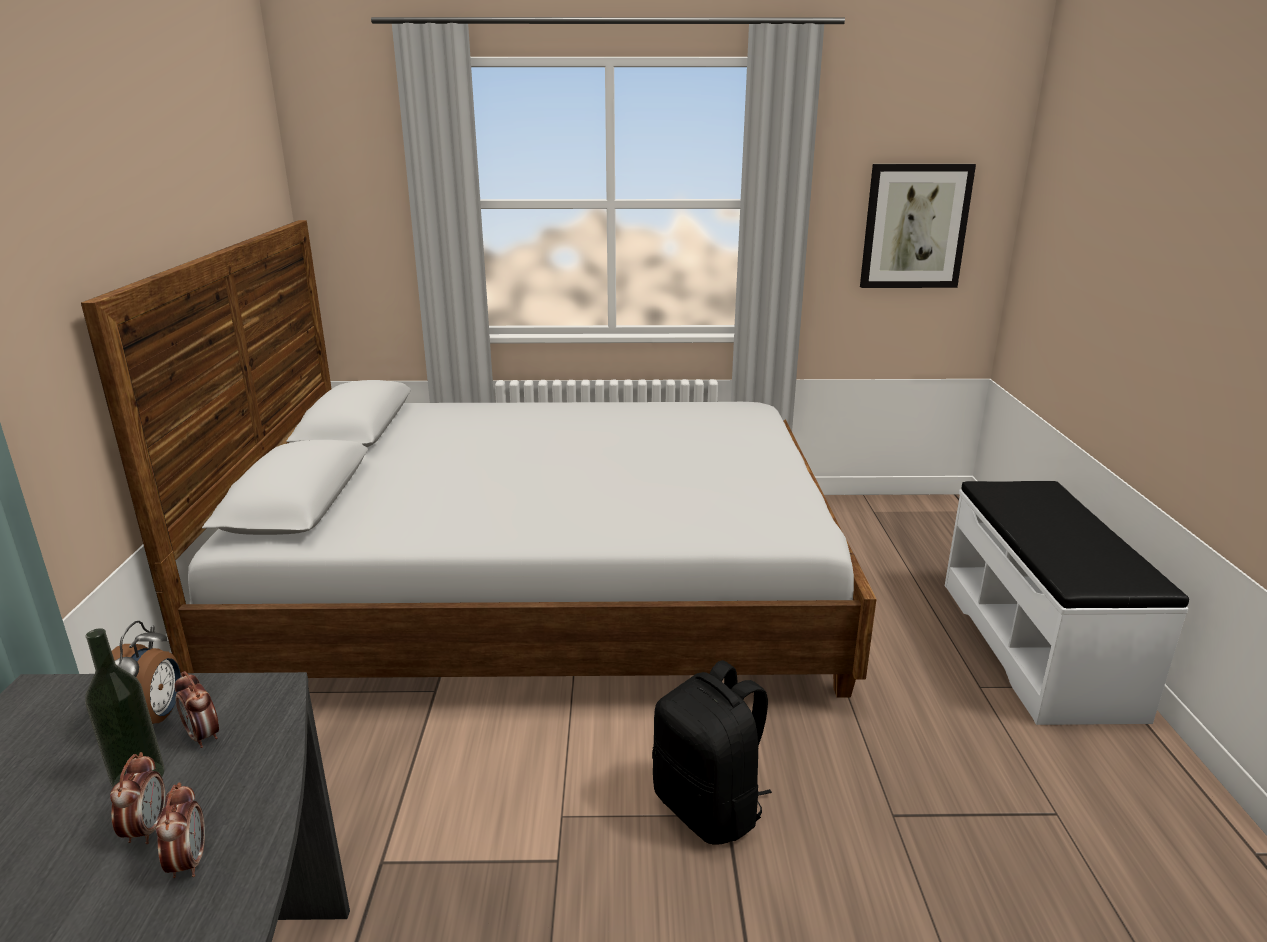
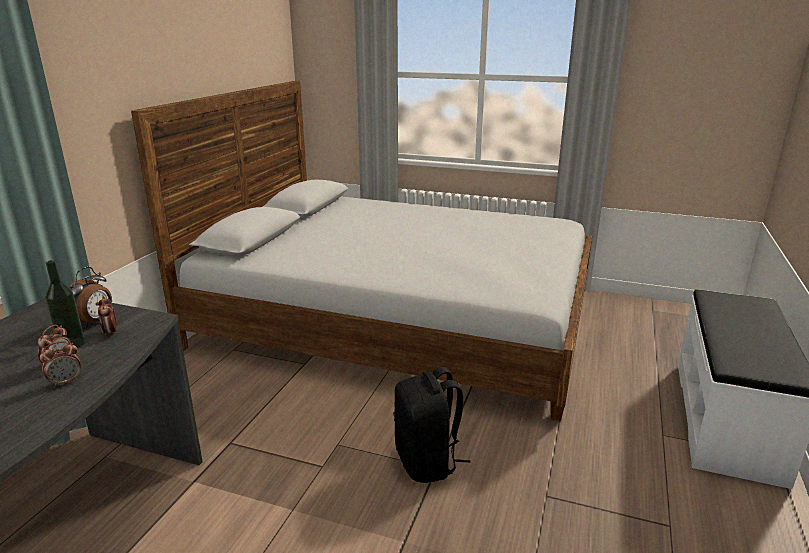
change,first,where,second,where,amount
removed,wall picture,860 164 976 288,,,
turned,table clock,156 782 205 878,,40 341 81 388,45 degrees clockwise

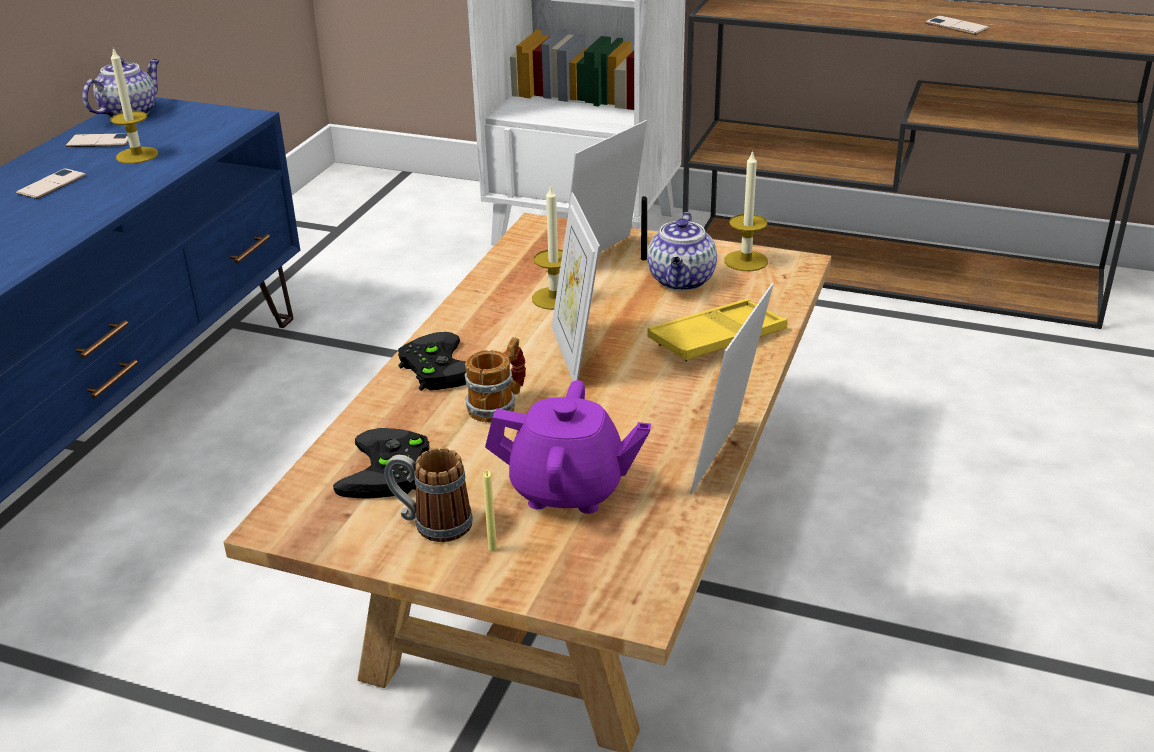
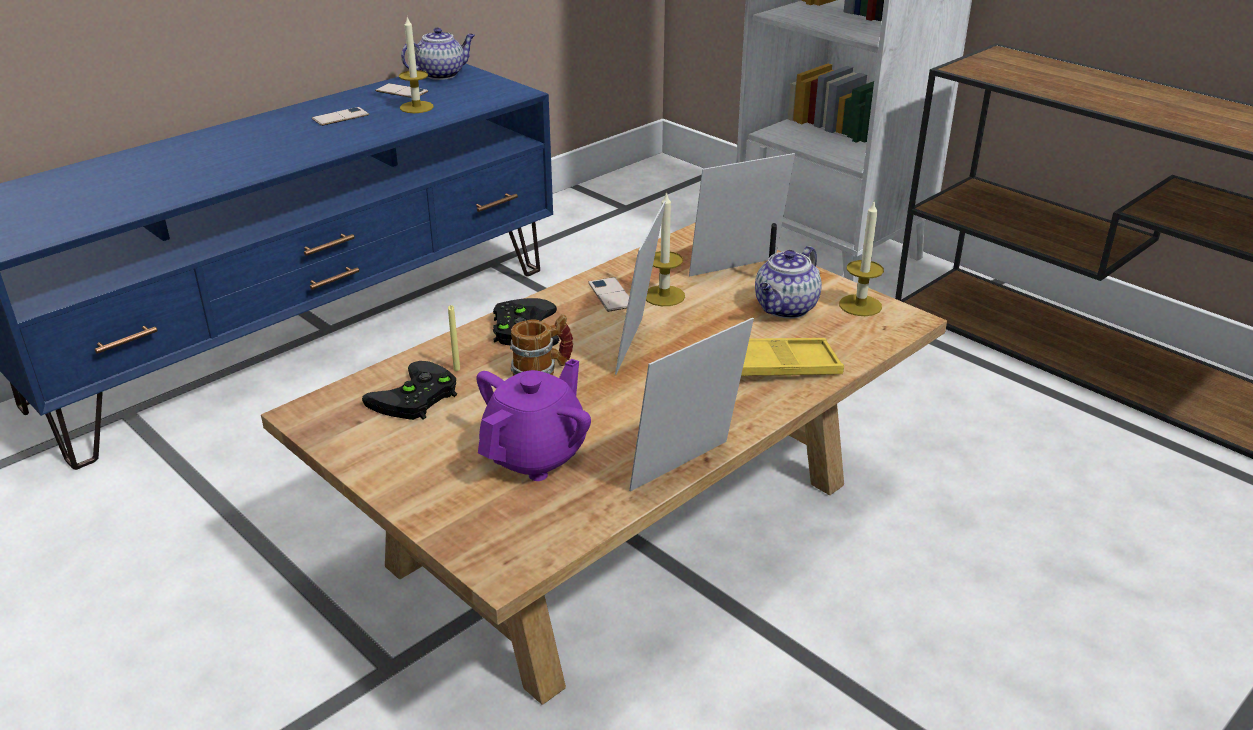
change,first,where,second,where,amount
moved,handset,925 15 989 35,,588 277 629 312,
turned,purplish teapot,485 380 651 514,,476 359 591 481,90 degrees counterclockwise
removed,mug,384 448 473 542,,,
moved,yellowish candle,483 470 497 552,,448 305 460 371,

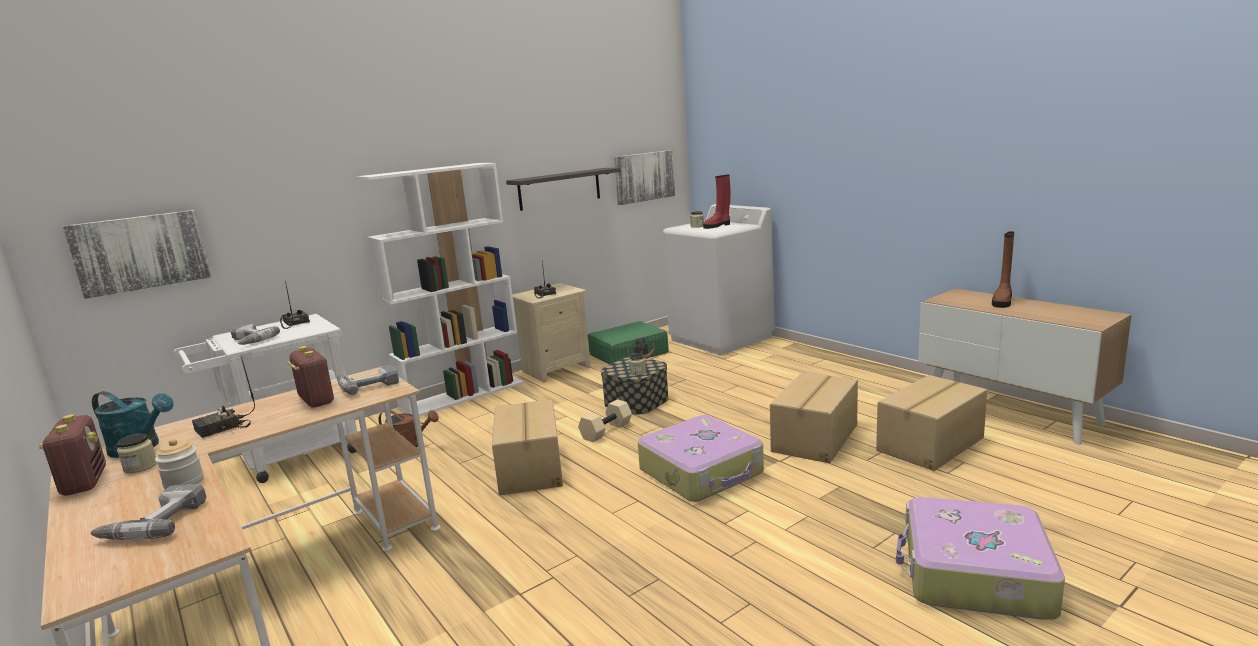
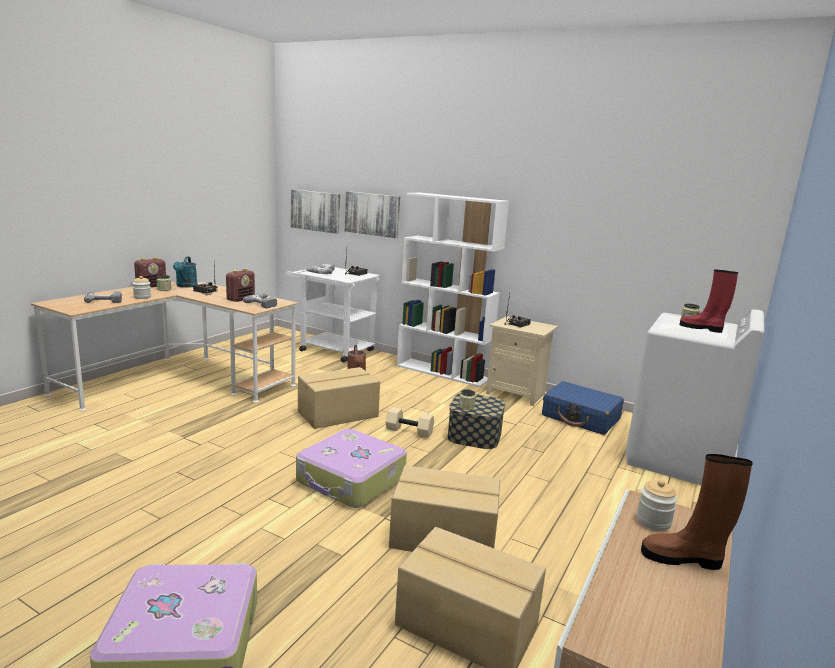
change,first,where,second,where,amount
moved,wall picture,614 150 675 205,,345 191 400 238,
removed,wall shelf,506 168 621 211,,,
recoloured,greenish suitcase,588 321 668 365,bluish suitcase,542 381 624 435,
added,,,preserve jar,636 480 678 531,

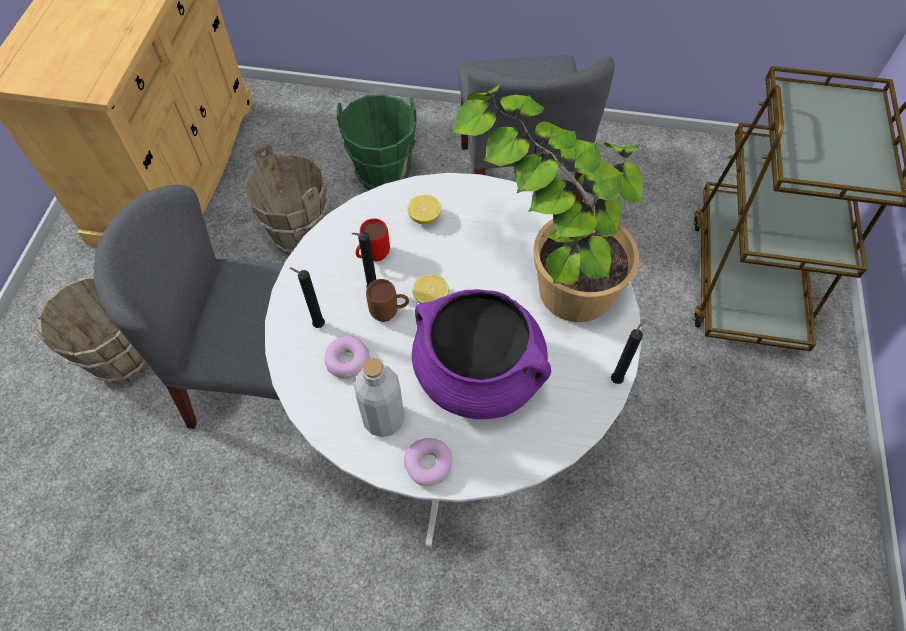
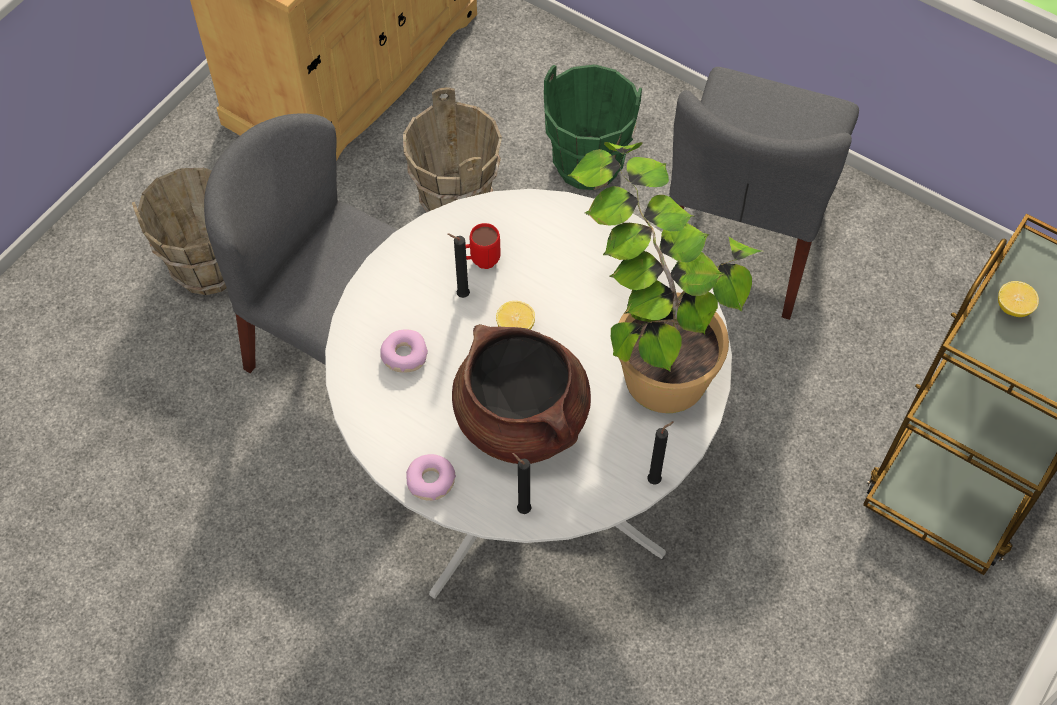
change,first,where,second,where,amount
moved,citrus fruit,407 194 441 224,,998 281 1039 317,
moved,black candle,290 268 325 328,,512 453 532 514,
removed,brown-coloured mug,366 279 409 322,,,
recoloured,purplish saucepot,412 289 551 419,brown-coloured saucepot,452 324 591 464,
removed,gray bottle,354 358 405 437,,,

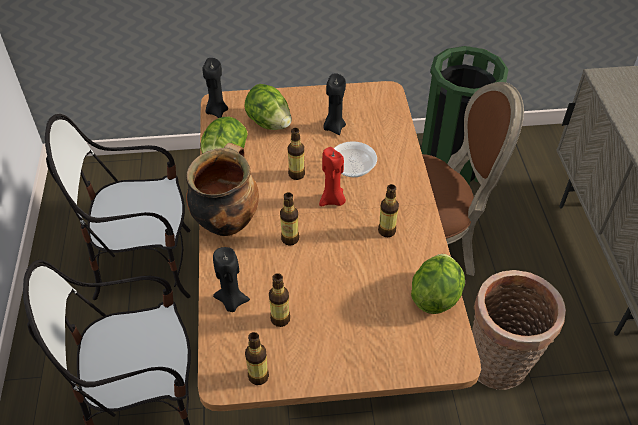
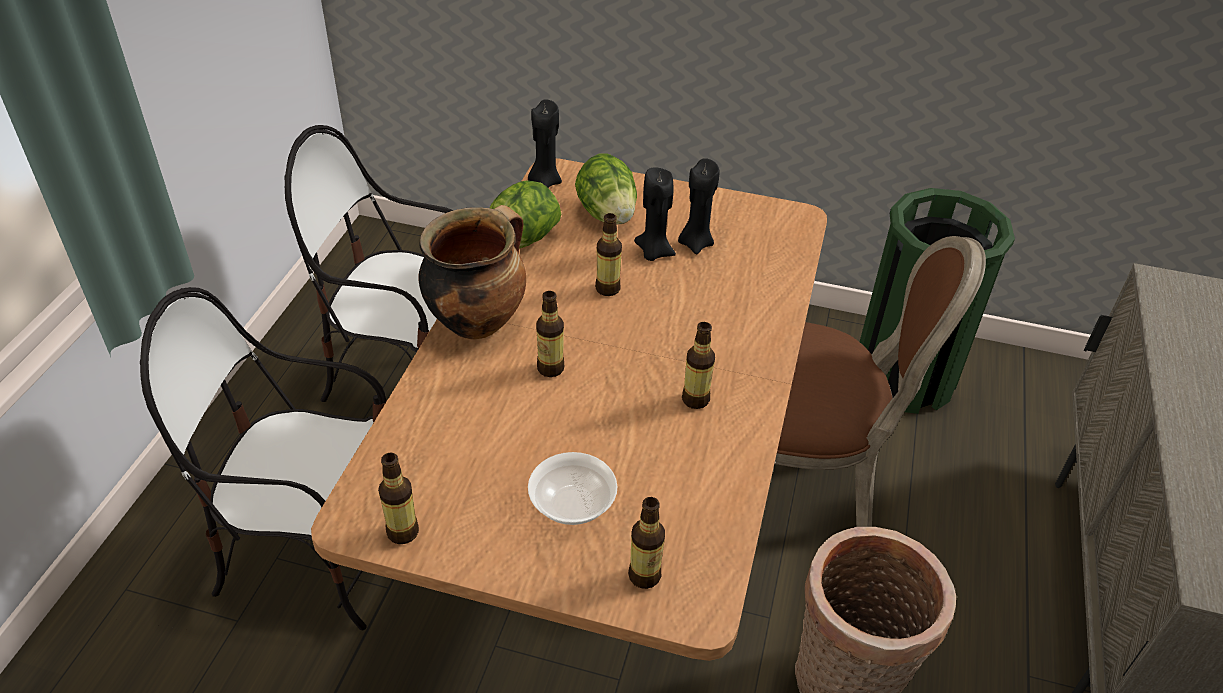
change,first,where,second,where,amount
moved,deep dish,334 141 377 177,,528 452 617 525,
removed,red candle,319 147 346 206,,,
moved,black candle,213 247 250 312,,634 167 676 261,
removed,head of lettuce,411 254 465 314,,,
moved,bottle,269 273 290 327,,628 497 665 589,

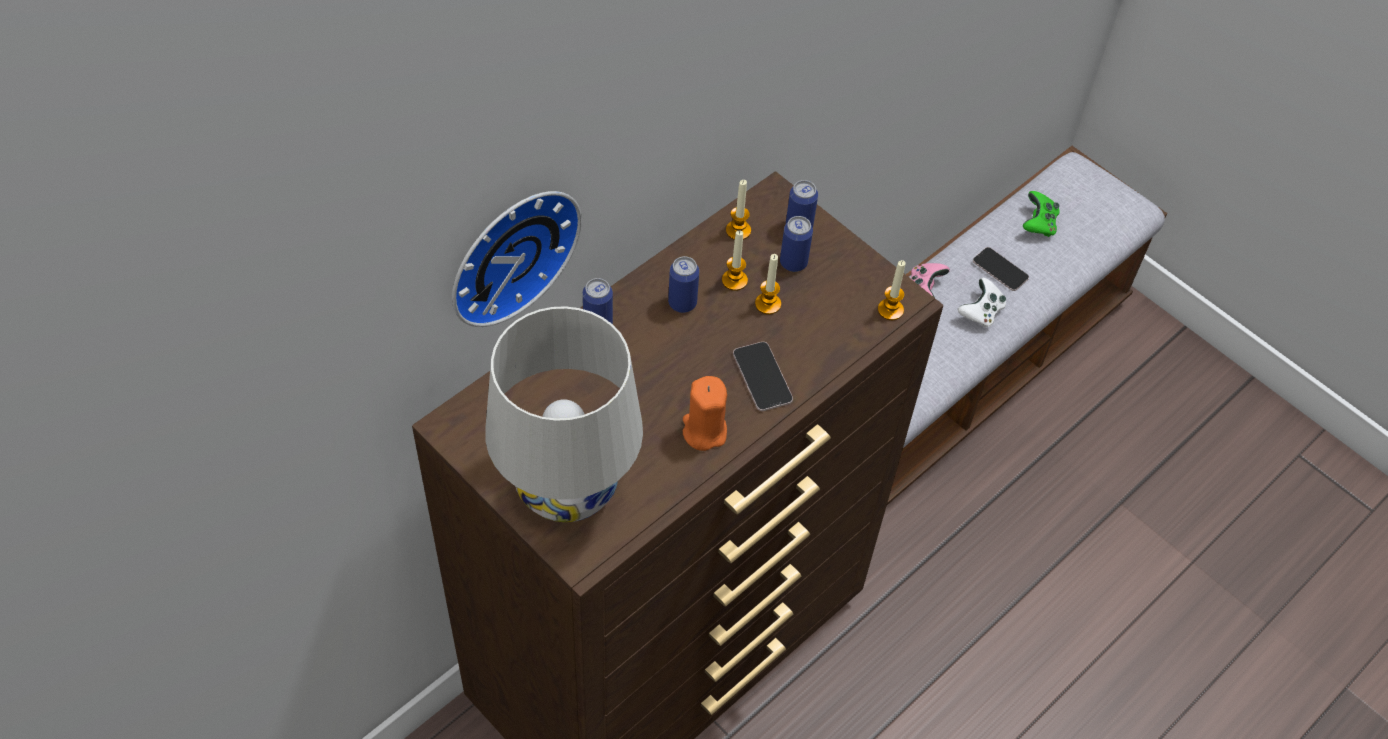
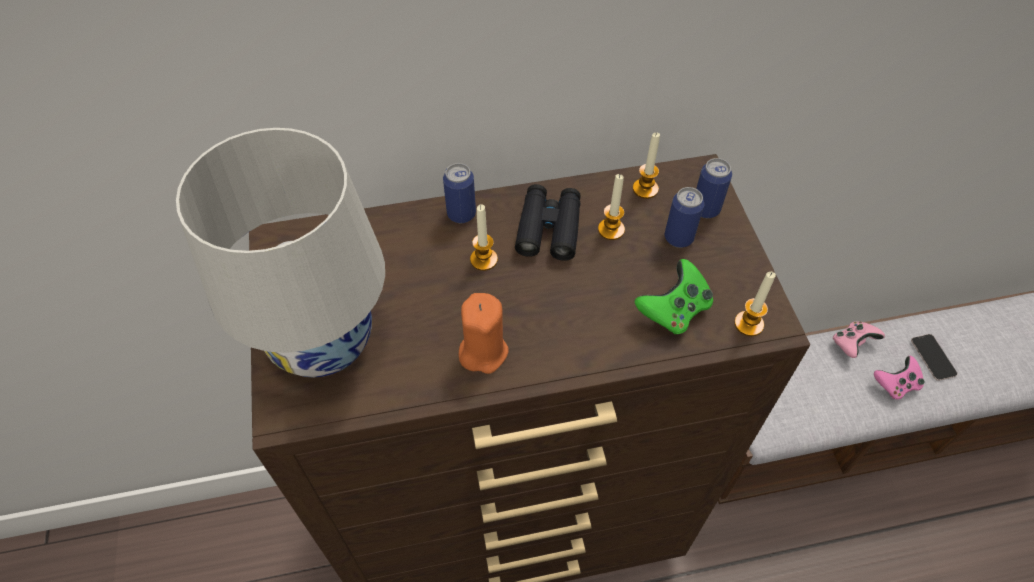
change,first,where,second,where,amount
removed,clock on the wall,452 191 582 327,,,
moved,greenish game controller,1023 191 1060 237,,635 259 713 334,
moved,candle,755 254 781 315,,470 204 498 271,
replaced,can,668 256 699 313,black field glasses,515 184 581 261,
recoloured,white game controller,958 277 1006 328,pink game controller,874 356 925 399,
removed,handset,733 342 793 411,,,

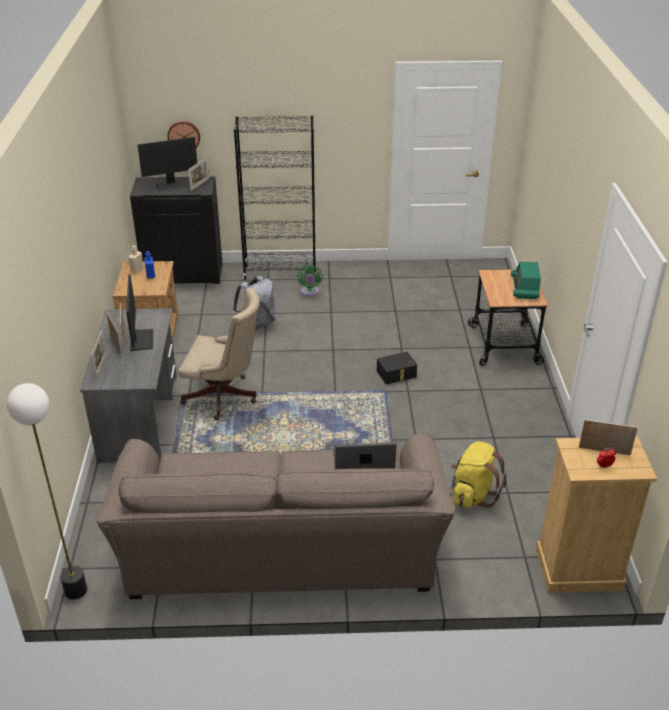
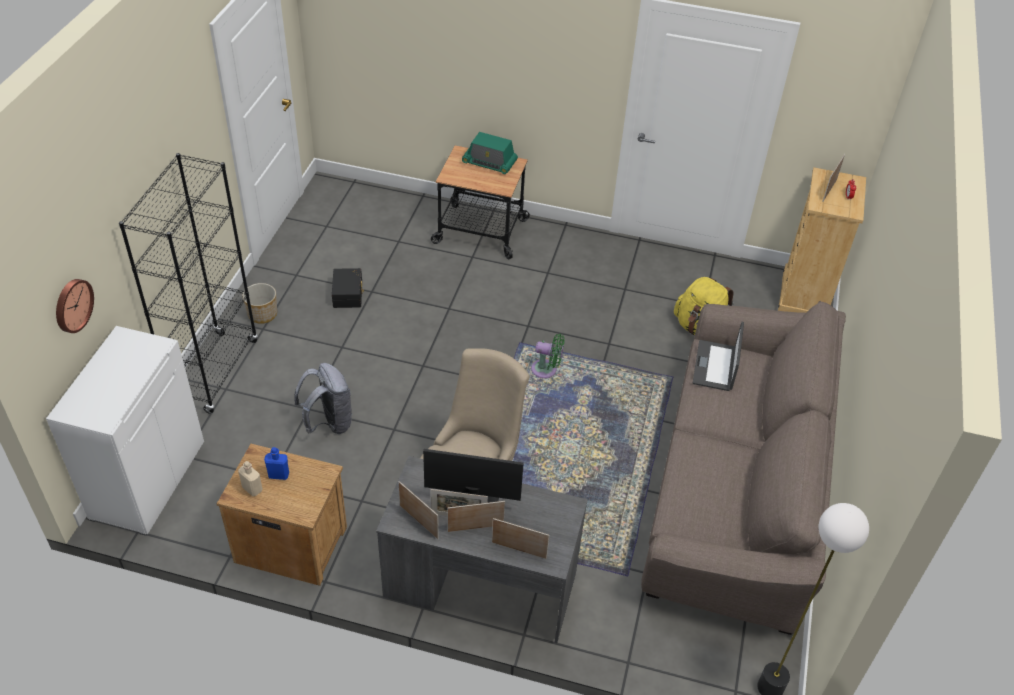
change,first,where,second,where,amount
removed,computer display,137 137 197 192,,,
moved,photo frame,188 157 209 191,,399 481 439 539,
recoloured,black cabinet,130 176 223 284,white cabinet,46 326 204 536,
moved,greenish electric fan,297 265 323 296,,531 334 565 378,
moved,black storage container,377 352 417 384,,332 268 364 308,
added,,,plant pot,242 283 277 324,

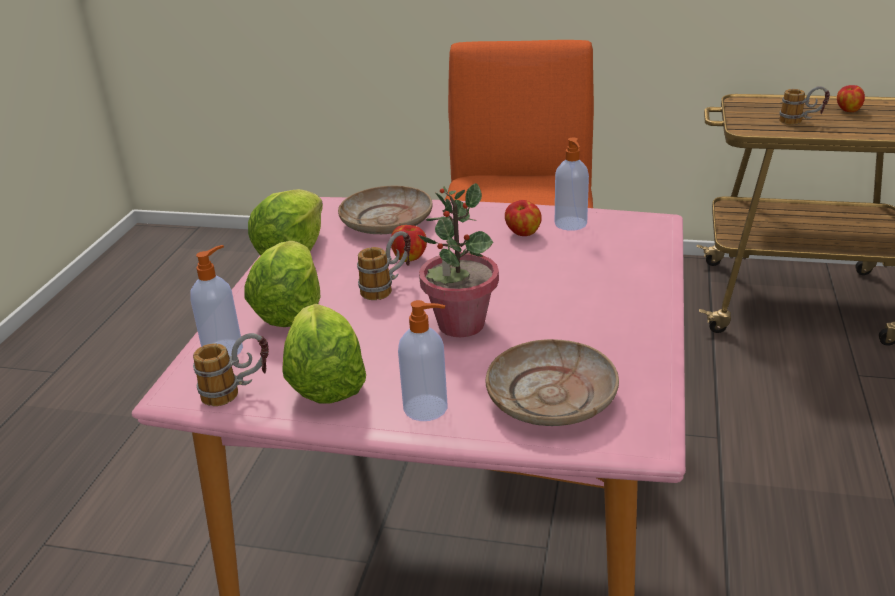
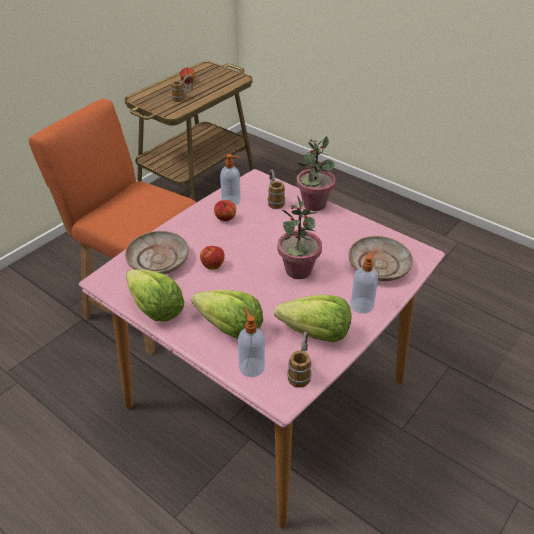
change,first,where,second,where,amount
moved,mug,357 231 411 300,,268 169 285 209,
added,,,houseplant,297 136 336 211,

